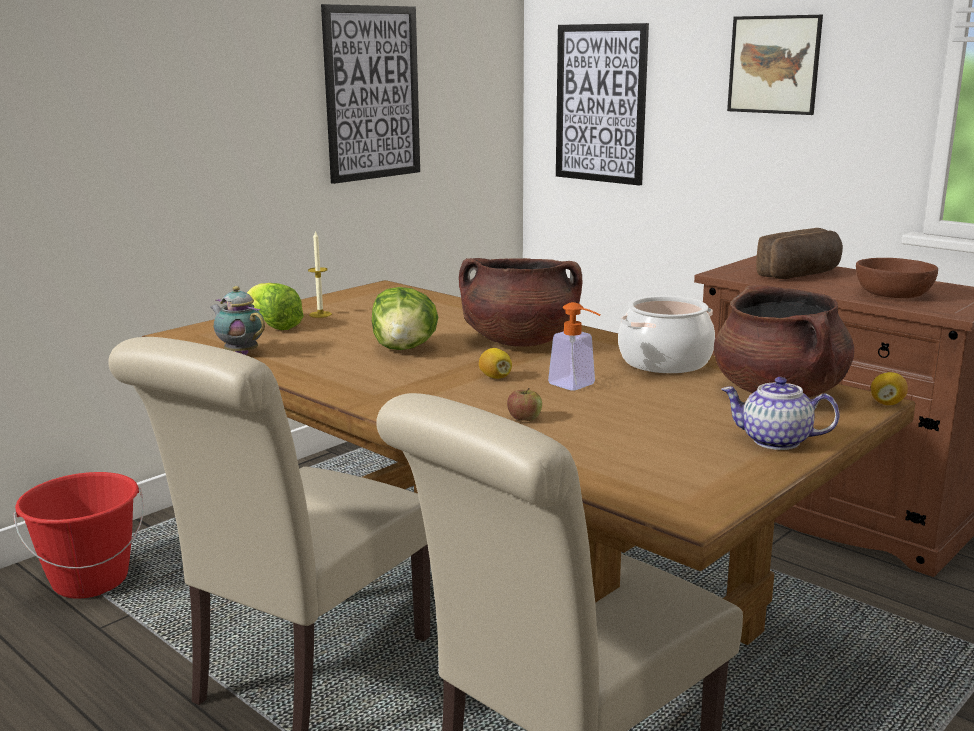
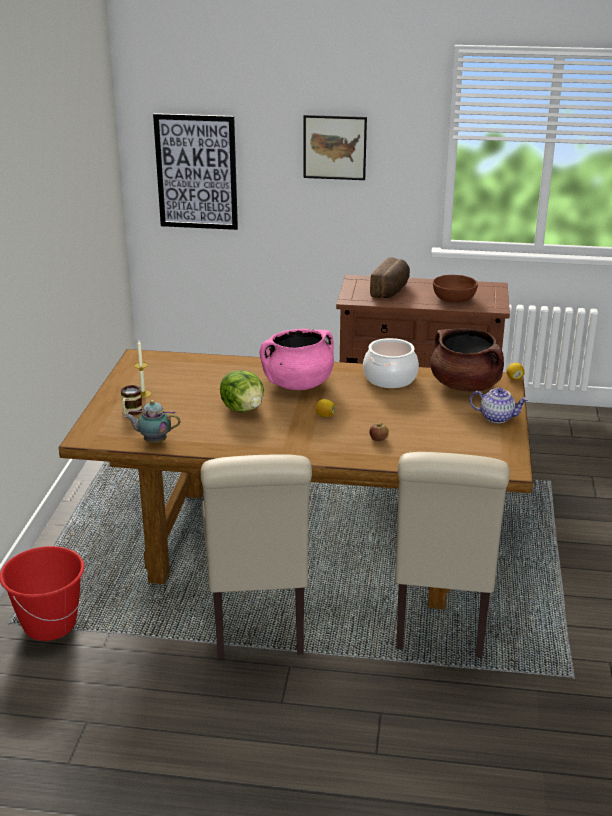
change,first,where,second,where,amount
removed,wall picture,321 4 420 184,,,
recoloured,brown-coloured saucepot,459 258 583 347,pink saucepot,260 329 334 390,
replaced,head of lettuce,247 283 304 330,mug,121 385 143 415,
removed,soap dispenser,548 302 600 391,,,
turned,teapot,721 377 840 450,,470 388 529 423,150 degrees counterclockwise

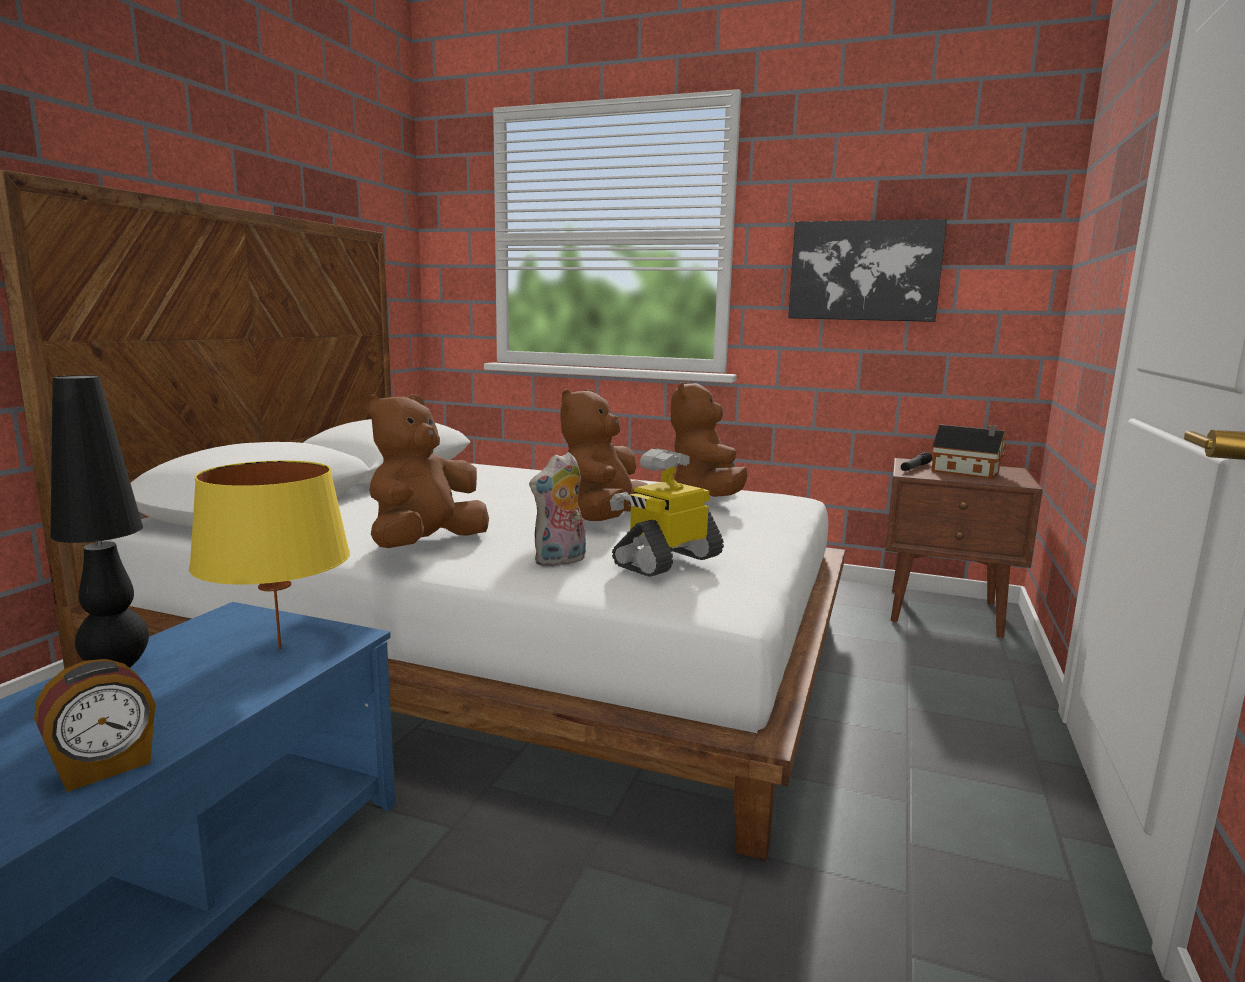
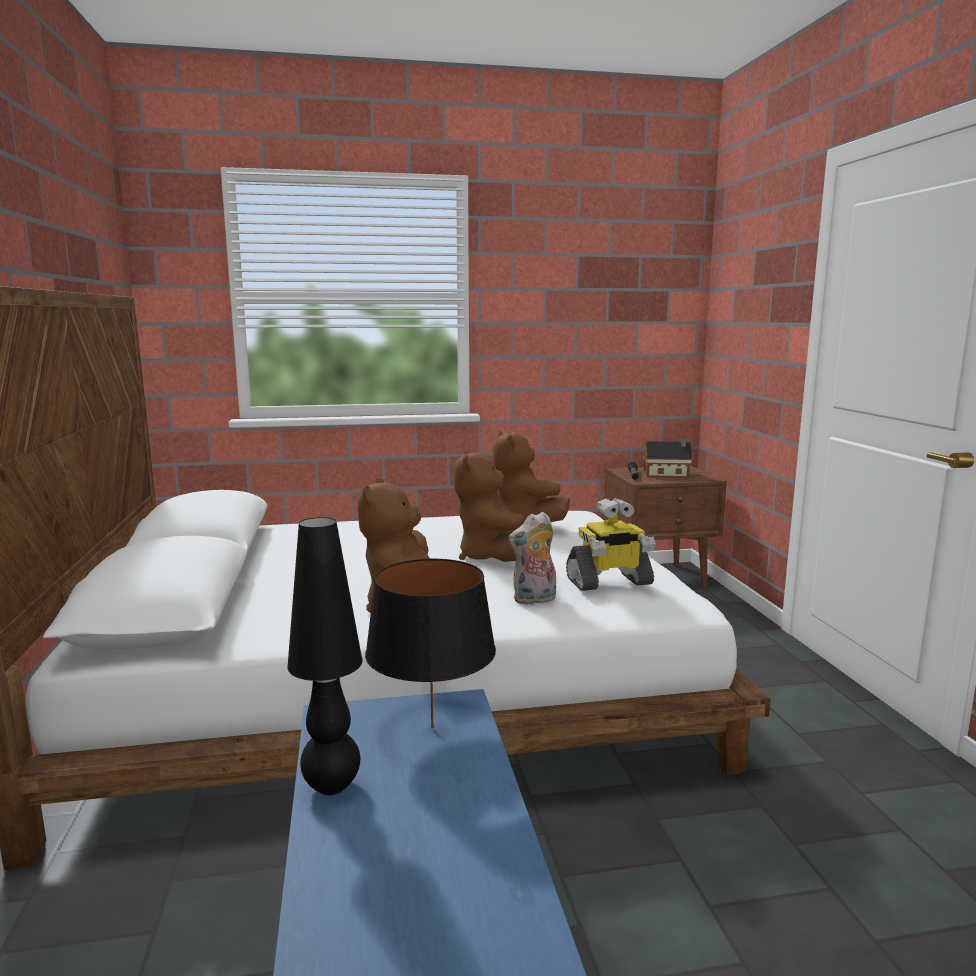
change,first,where,second,where,amount
removed,wall picture,788 219 947 322,,,
turned,robot figure,610 448 724 577,,566 498 656 591,120 degrees counterclockwise
turned,soft toy,529 452 586 567,,509 512 556 605,45 degrees clockwise
recoloured,yellowish tabletop lamp,189 460 350 649,black tabletop lamp,365 559 496 728,
removed,table clock,34 659 156 792,,,

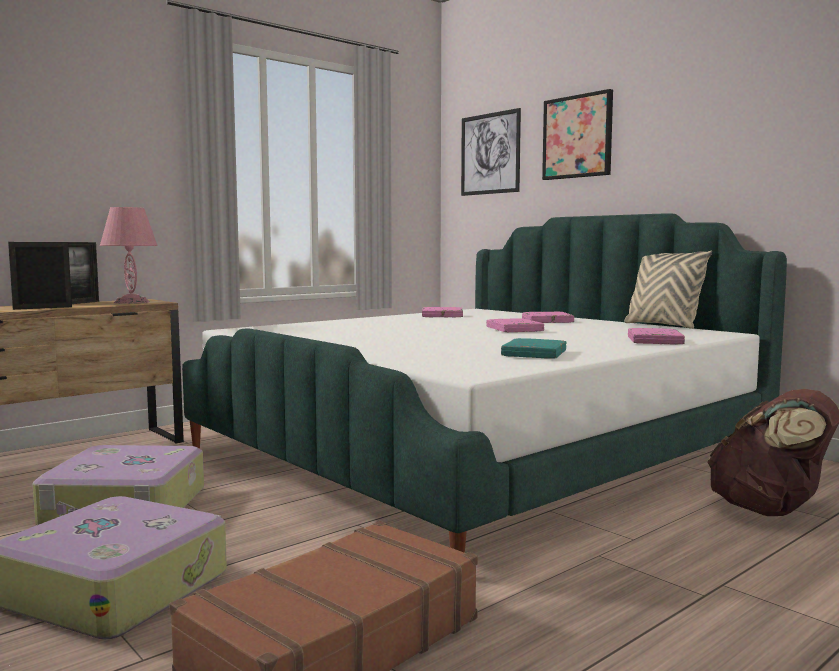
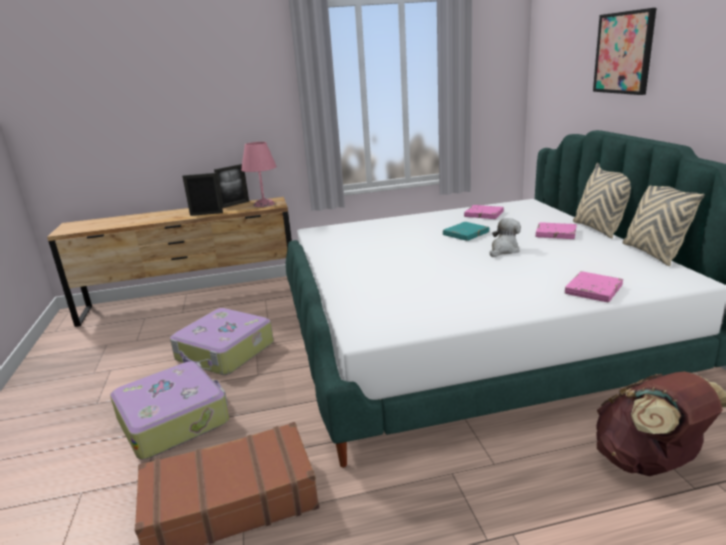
change,first,where,second,where,amount
removed,wall picture,461 108 521 196,,,
replaced,pink bound book,486 318 544 332,soft toy,490 218 521 257,
moved,turquoise bound book,501 338 566 359,,443 222 489 241,
added,,,beige-coloured pillow,573 163 631 238,

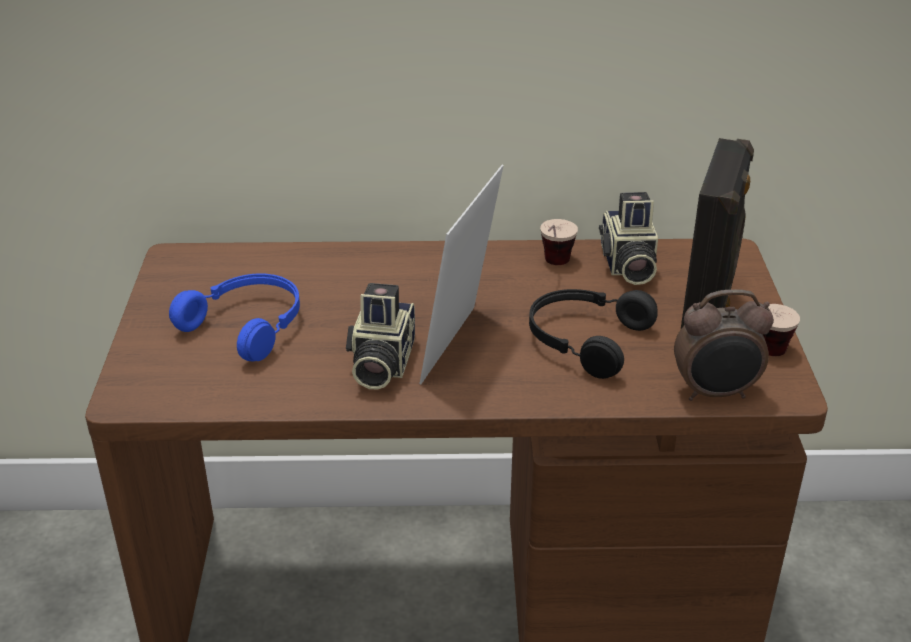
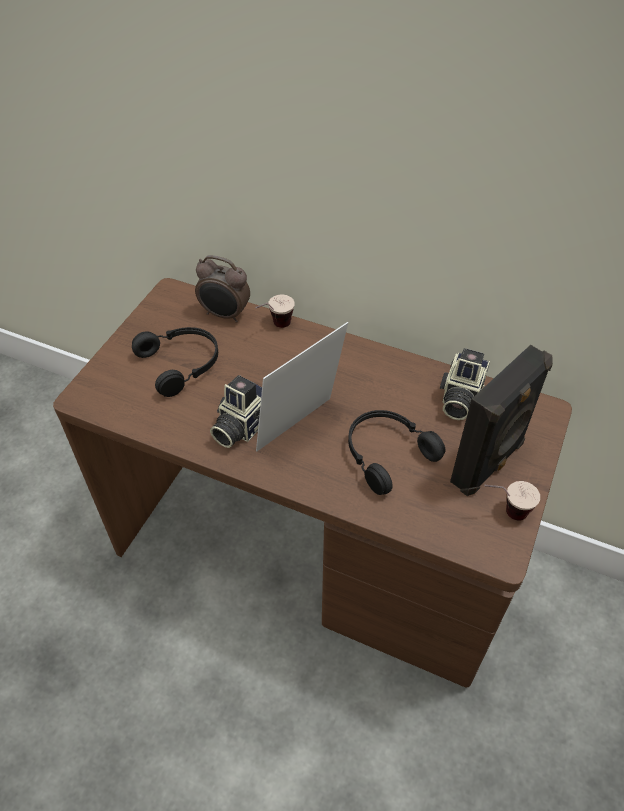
change,first,where,second,where,amount
moved,drinking cup,540 219 578 265,,255 295 295 328,
recoloured,bluish headset,169 273 300 362,black headset,132 327 218 397,
moved,table clock,674 289 774 401,,195 255 250 323,

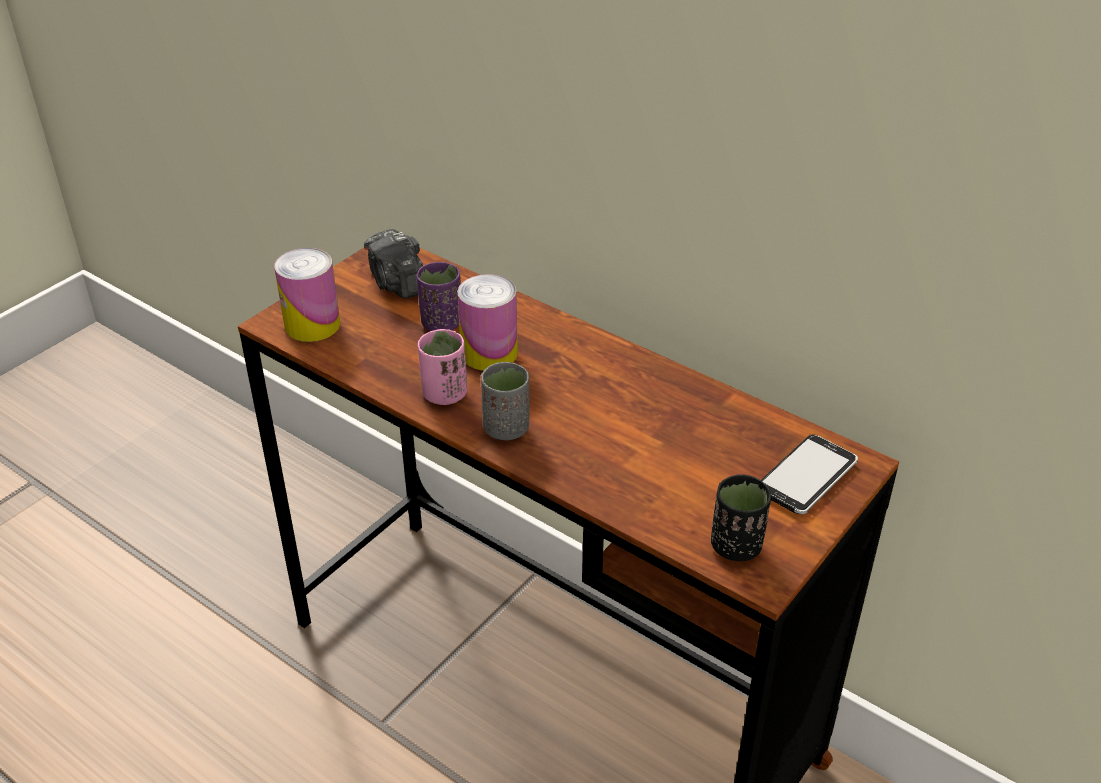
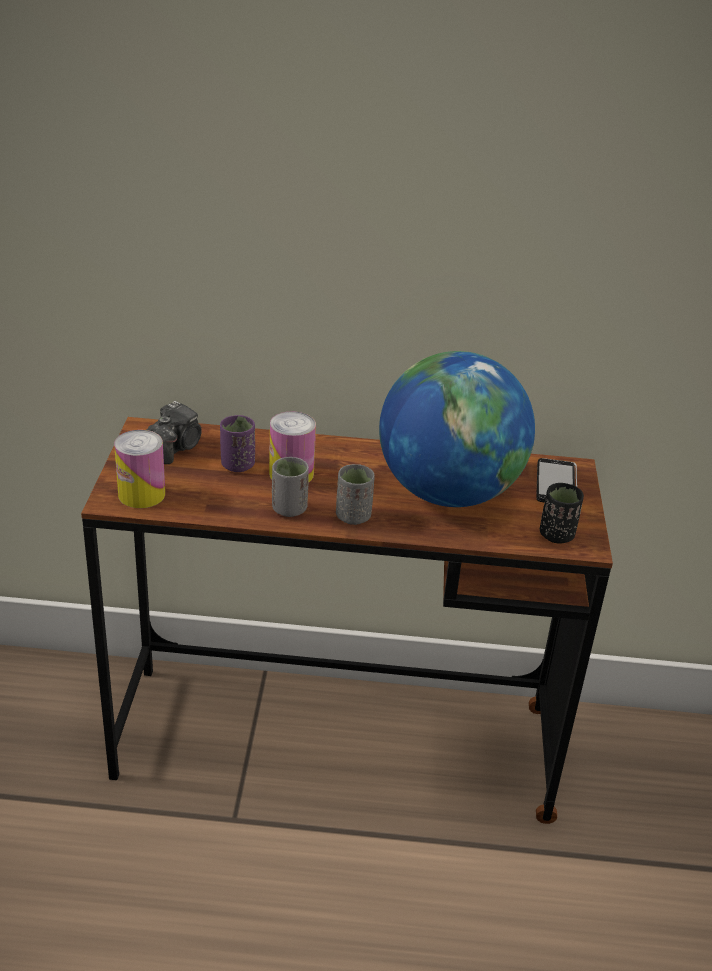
change,first,where,second,where,amount
turned,photo camera,364 229 423 298,,147 401 202 464,90 degrees counterclockwise
recoloured,pink drinking cup,418 329 467 405,gray drinking cup,272 457 309 517,
added,,,globe,379 351 535 507,

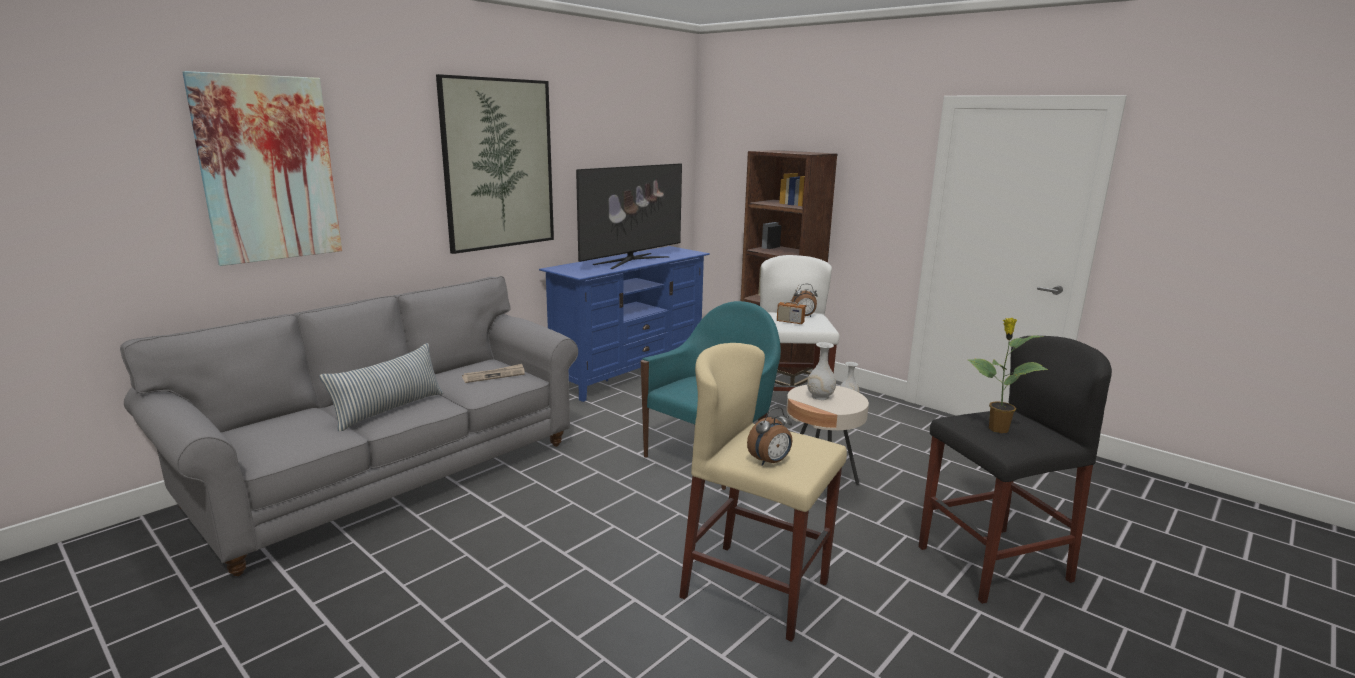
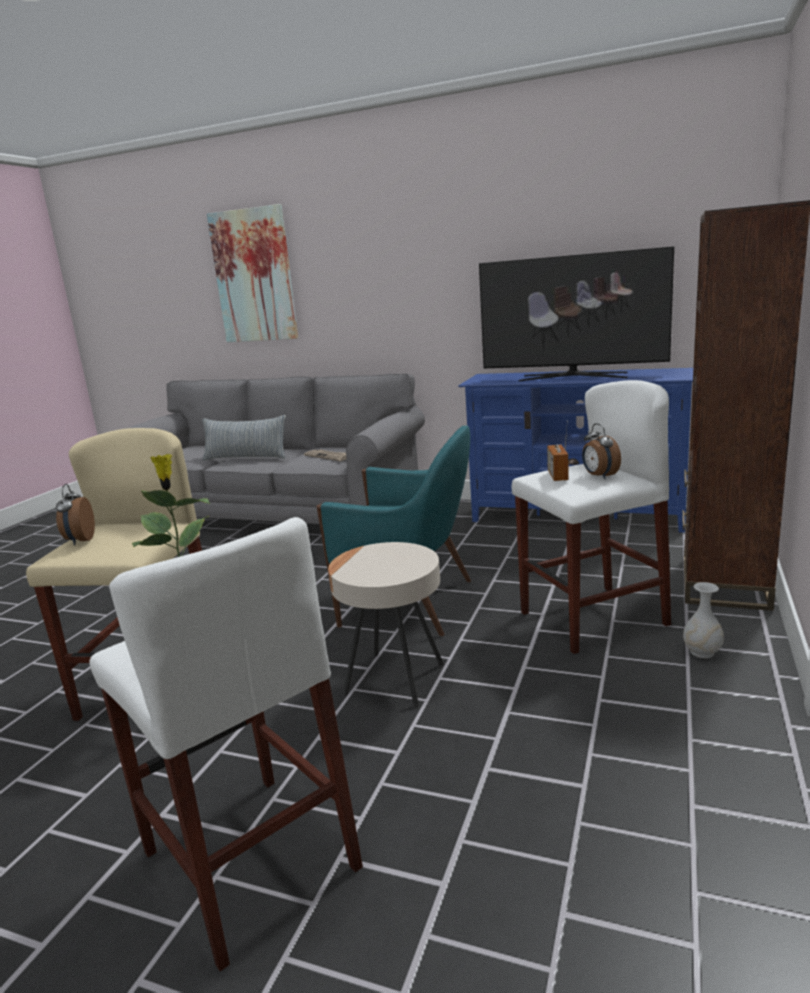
change,first,where,second,where,amount
removed,wall picture,436 74 554 254,,,
recoloured,black stool seat,919 336 1112 604,white stool seat,89 517 363 971,
removed,white flower vase,807 342 836 400,,,
turned,table clock,747 407 792 466,,56 484 95 545,45 degrees clockwise

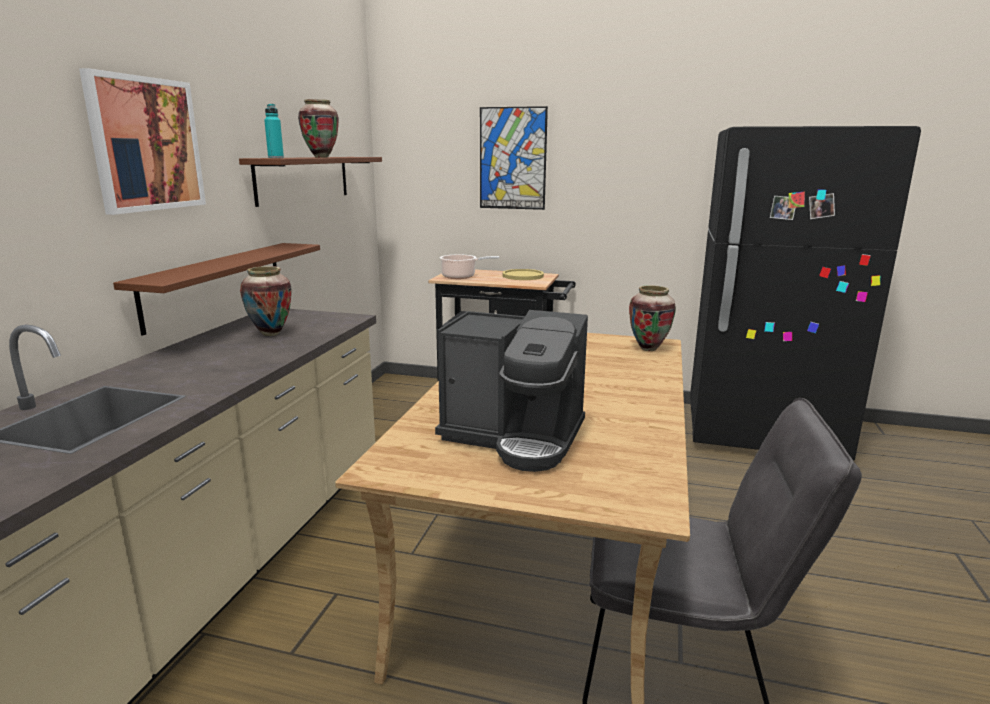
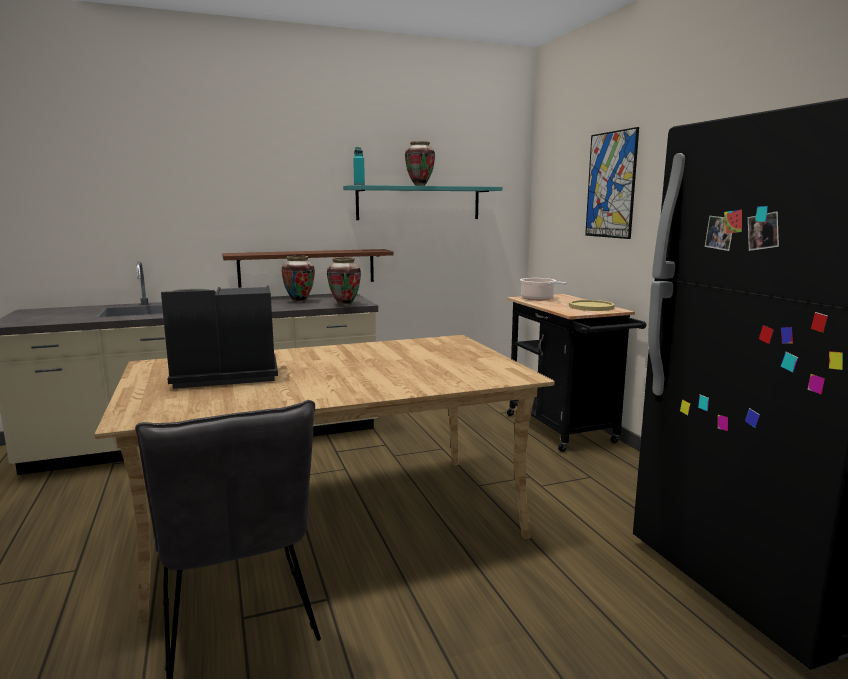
change,first,where,second,where,amount
removed,wall picture,79 68 206 215,,,
recoloured,brown-coloured wall shelf,239 157 382 207,turquoise wall shelf,343 185 502 220,
moved,flower vase,629 285 676 351,,327 257 361 306,
turned,coffee machine,435 310 588 472,,161 285 278 389,90 degrees clockwise

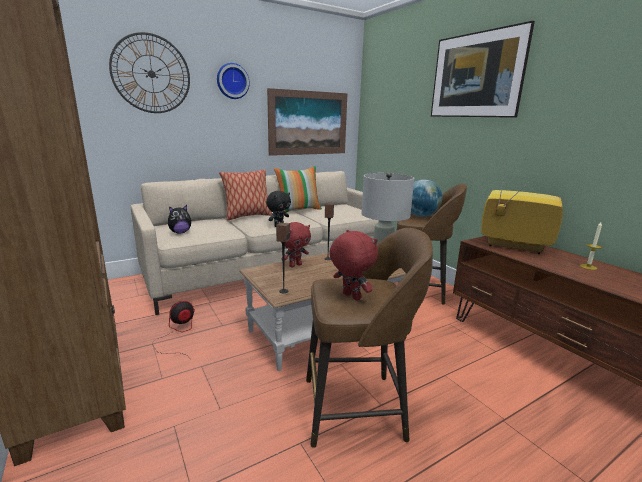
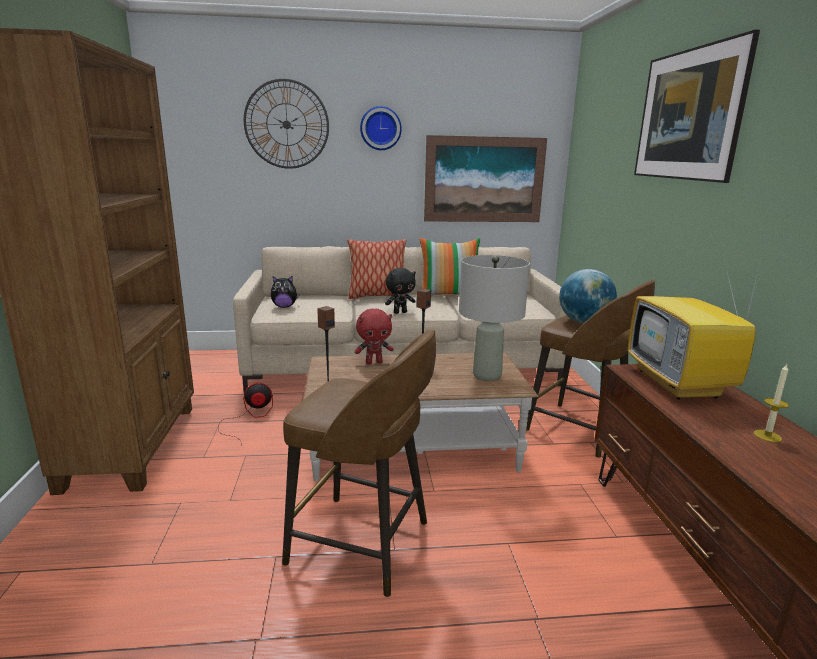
change,first,where,second,where,amount
turned,television,481 162 563 254,,628 260 761 400,150 degrees counterclockwise
removed,red soft toy,329 230 378 301,,,

